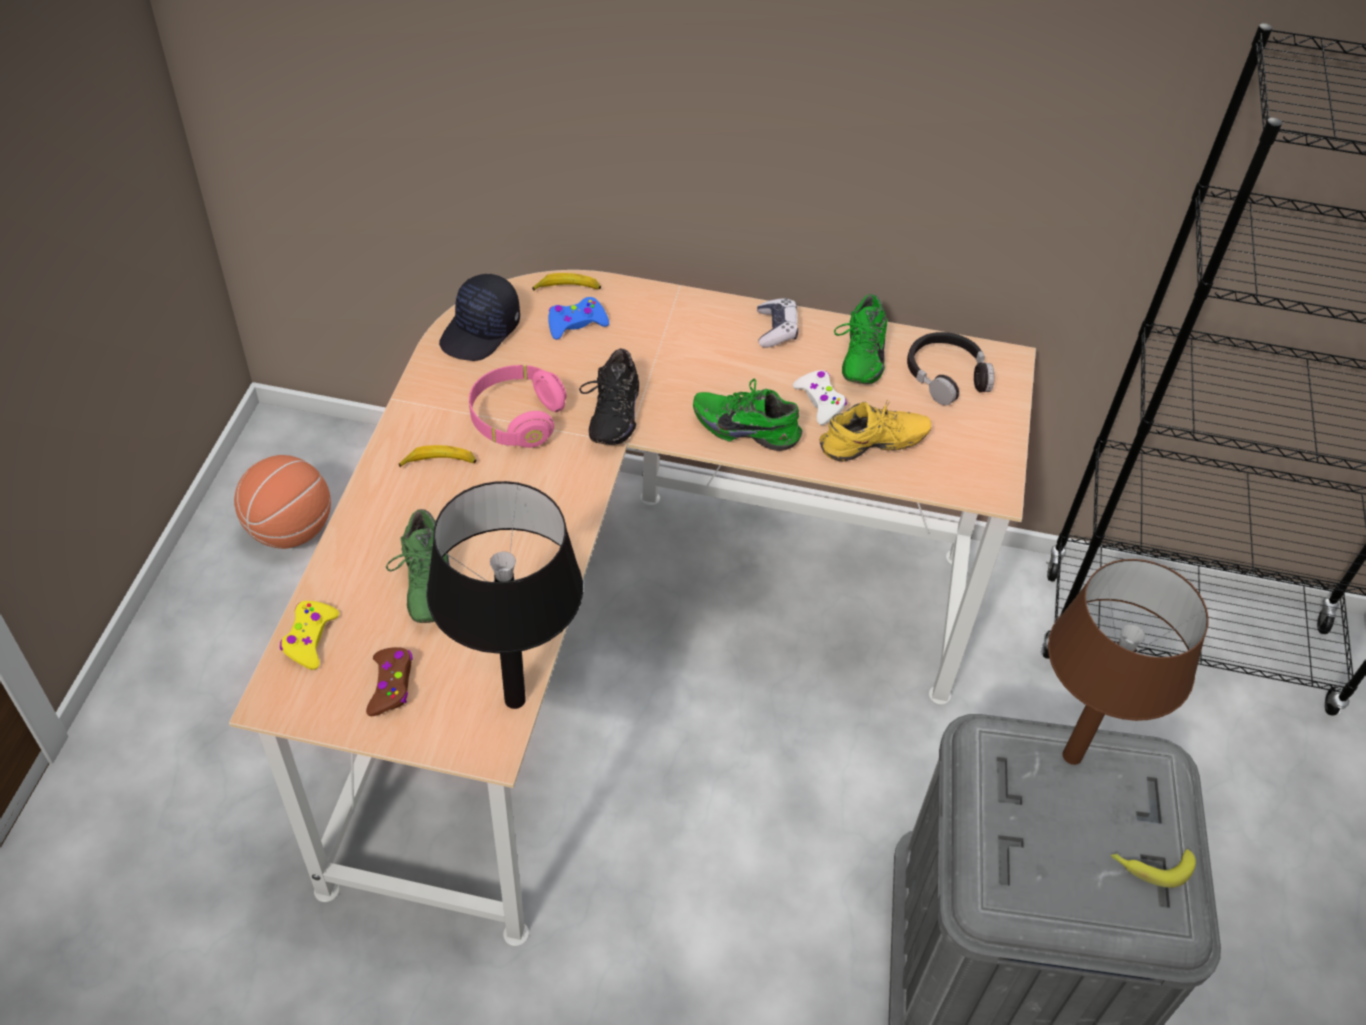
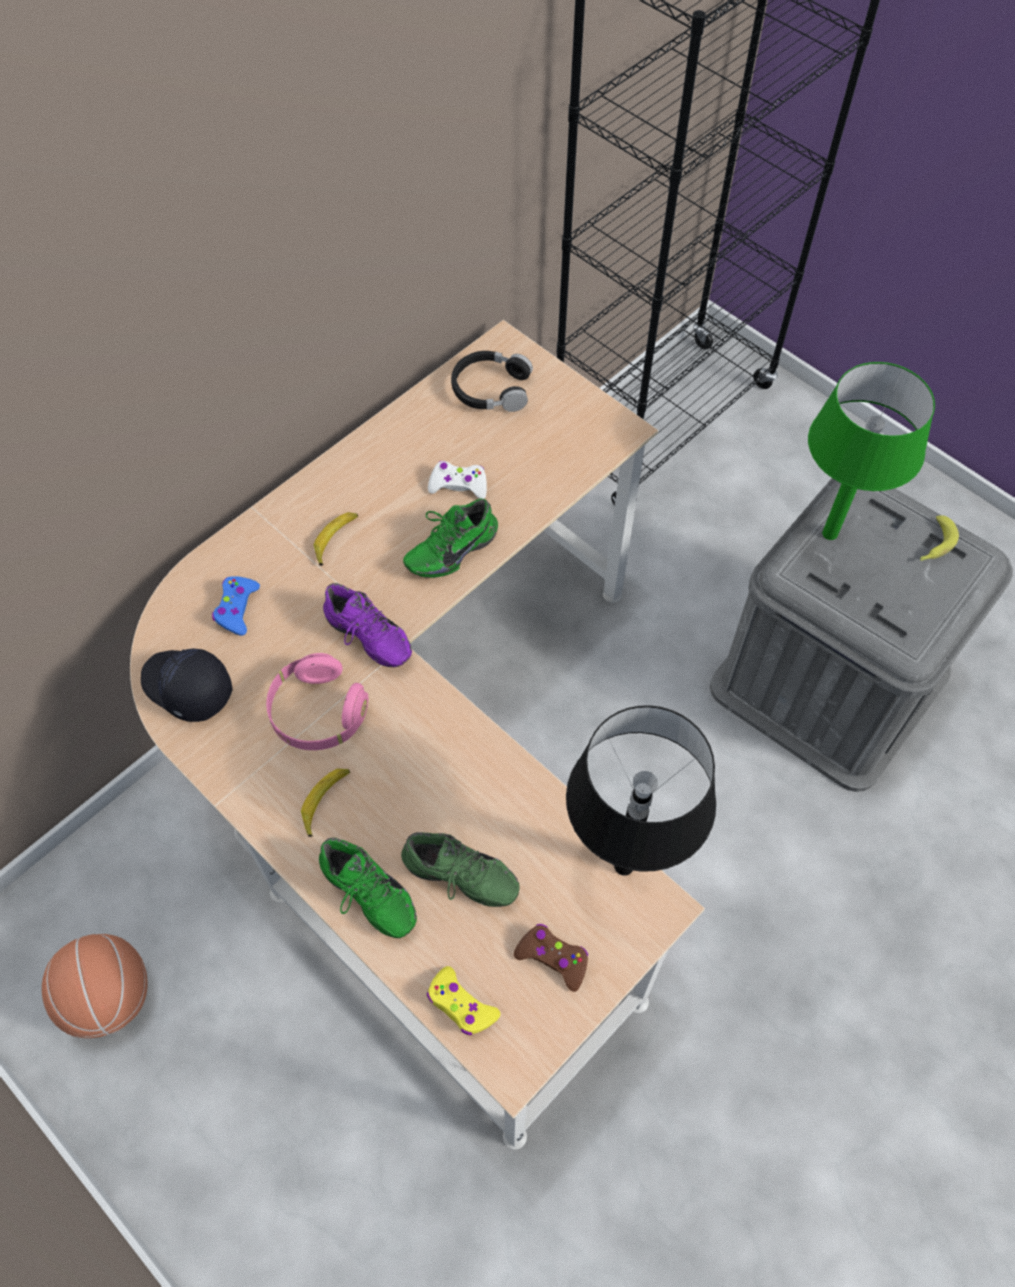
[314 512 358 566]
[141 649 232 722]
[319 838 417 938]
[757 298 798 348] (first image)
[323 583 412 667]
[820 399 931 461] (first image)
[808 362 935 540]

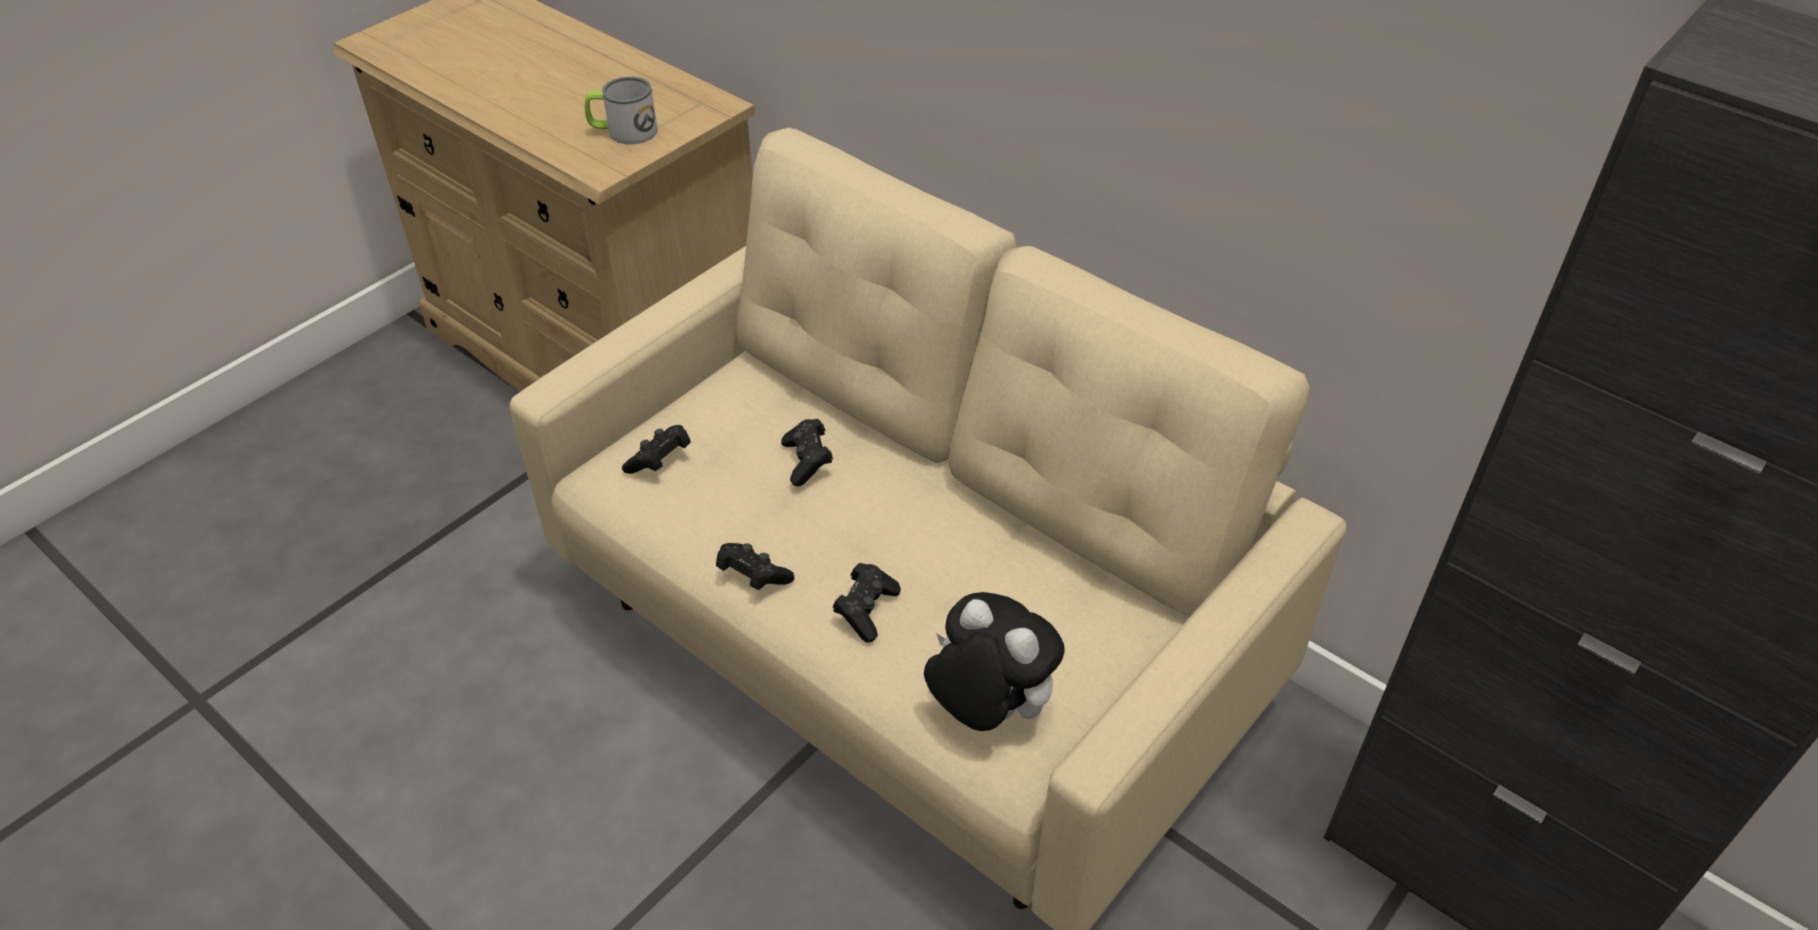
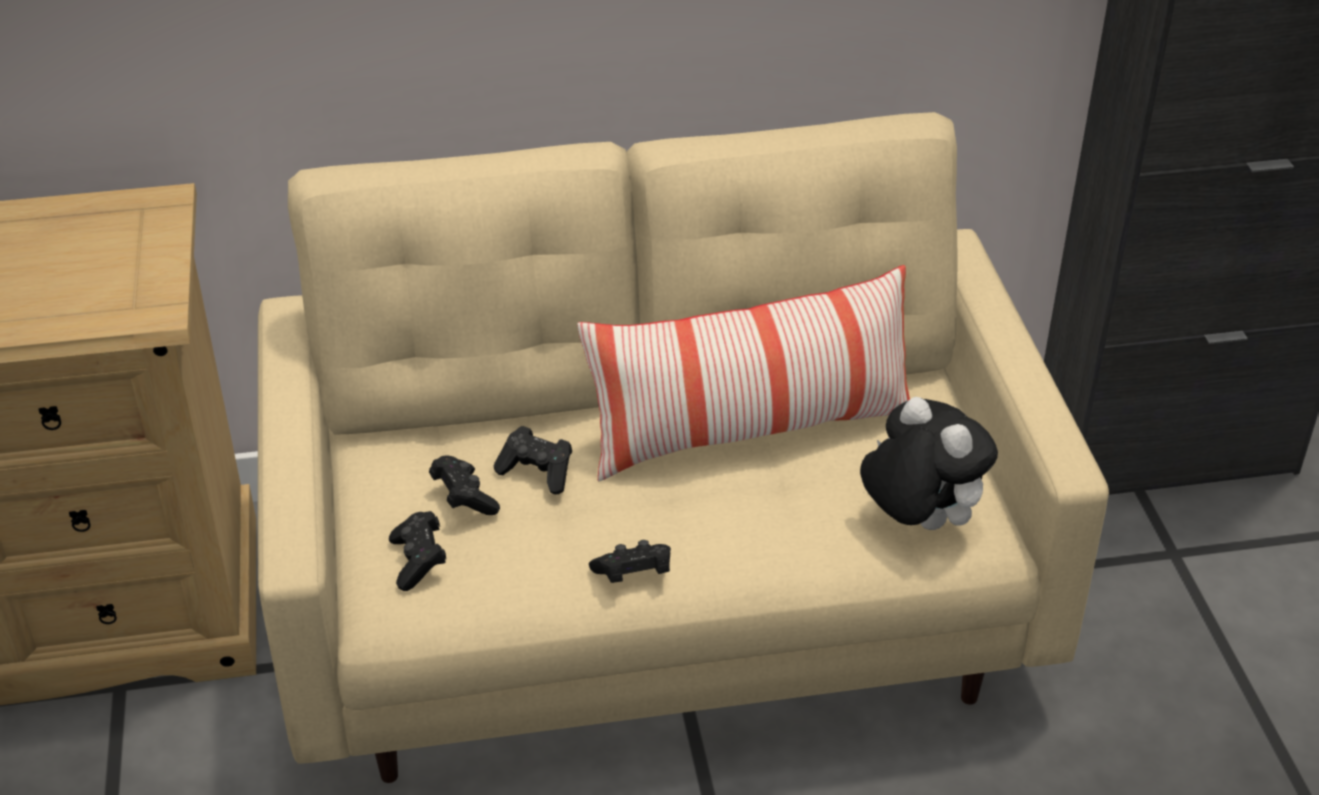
[585 76 658 144] (first image)
[429 455 500 515]
[860 397 998 530]
[577 265 910 481]

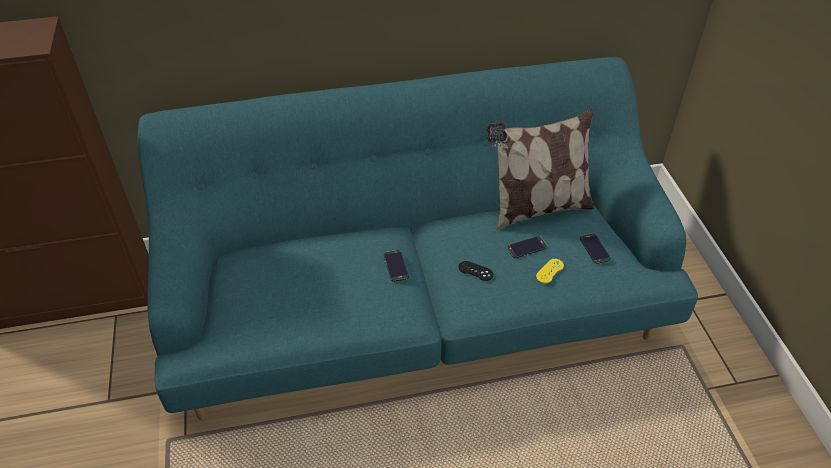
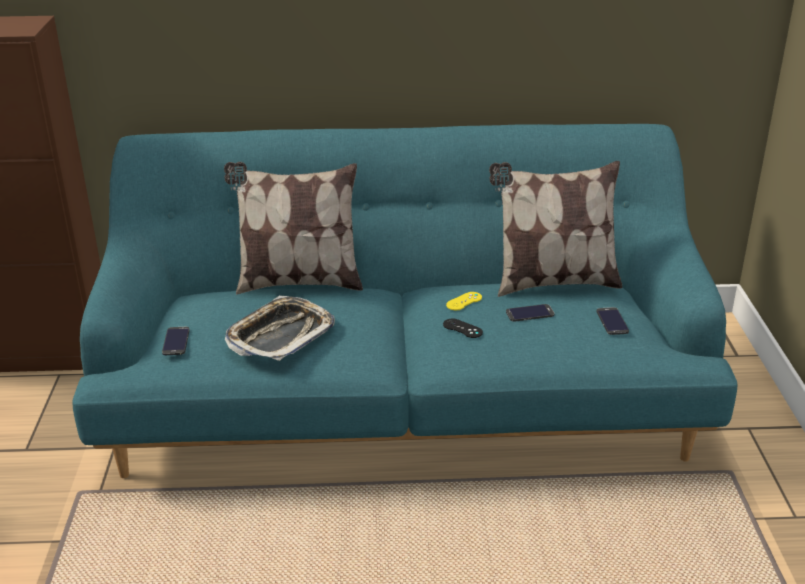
[162 327 190 355]
[446 292 482 310]
[224 162 363 295]
[225 296 335 361]

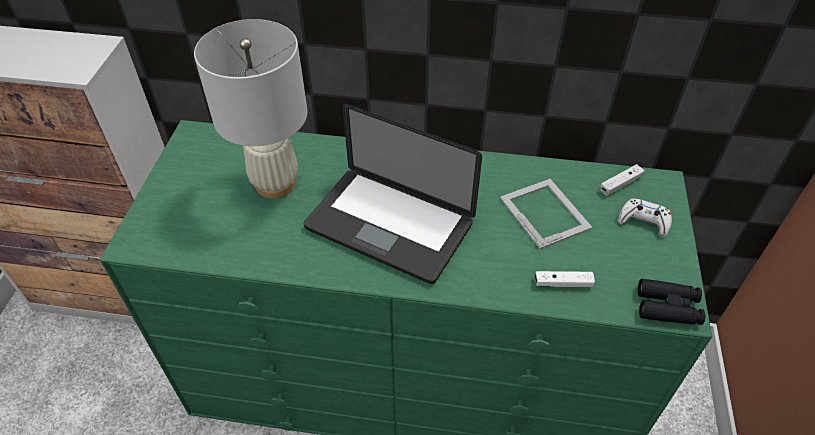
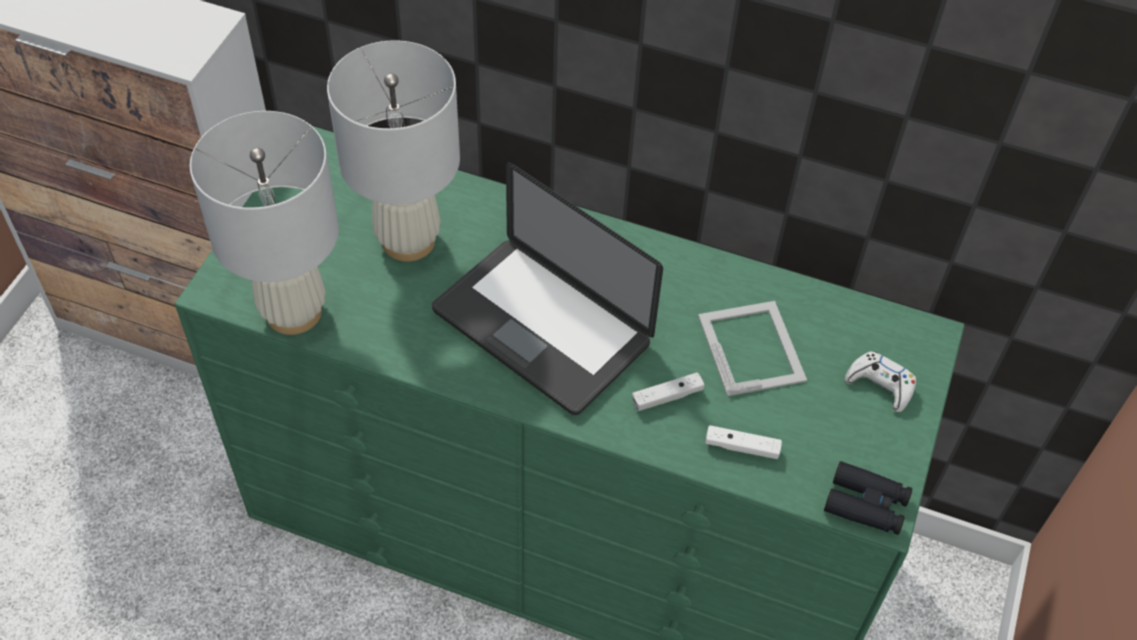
[632 372 704 411]
[190 111 339 335]

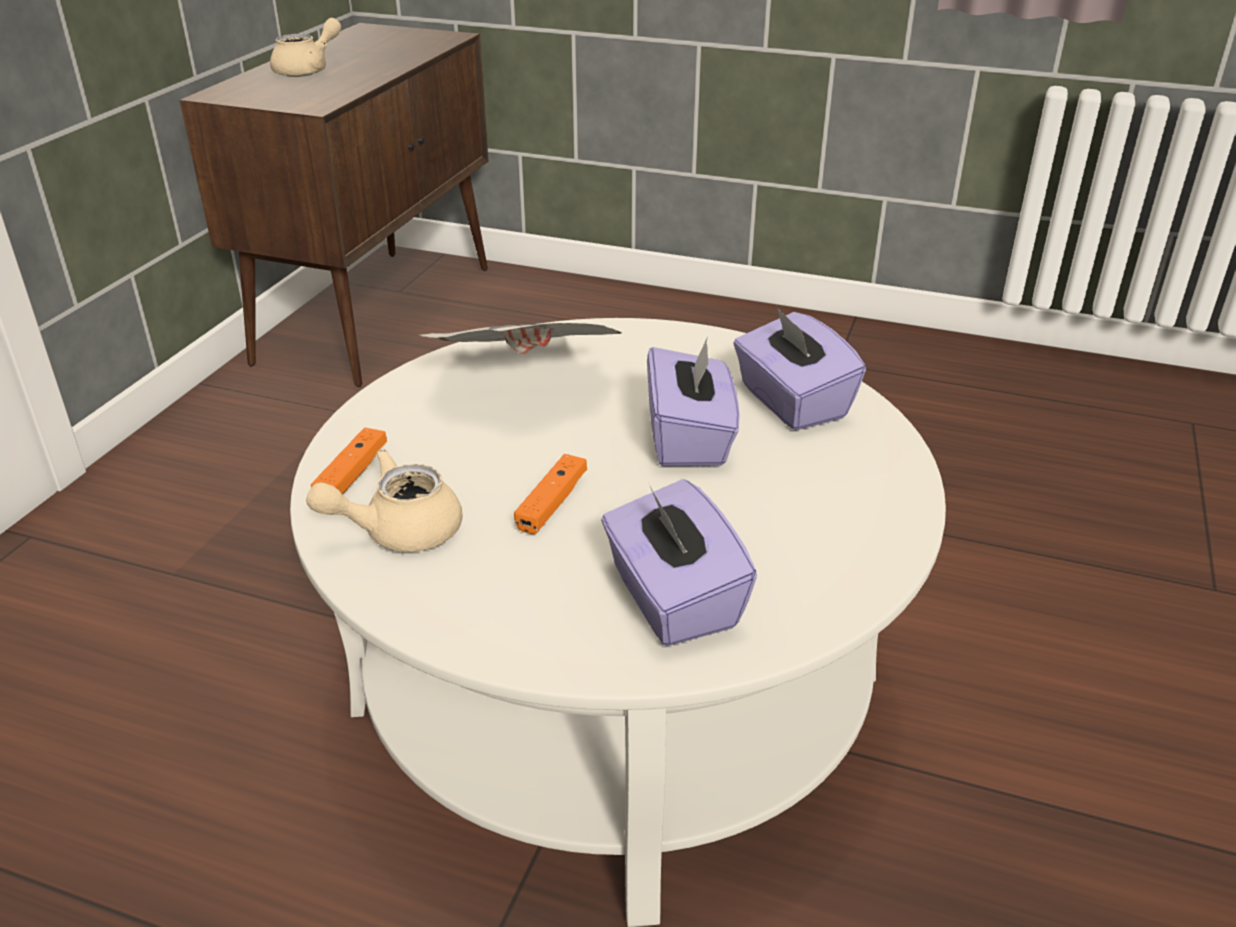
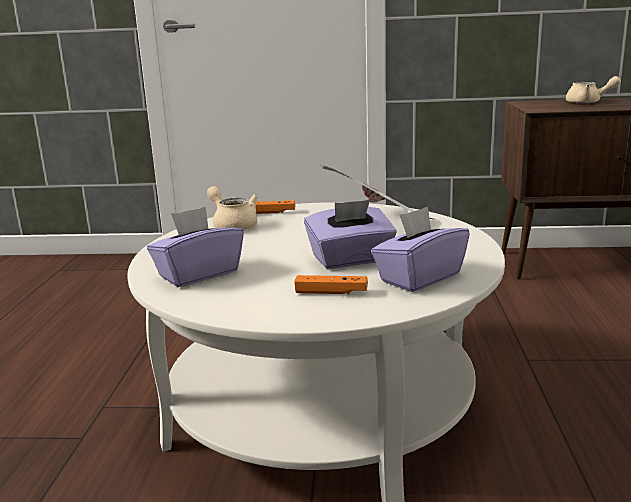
[294 275 368 294]

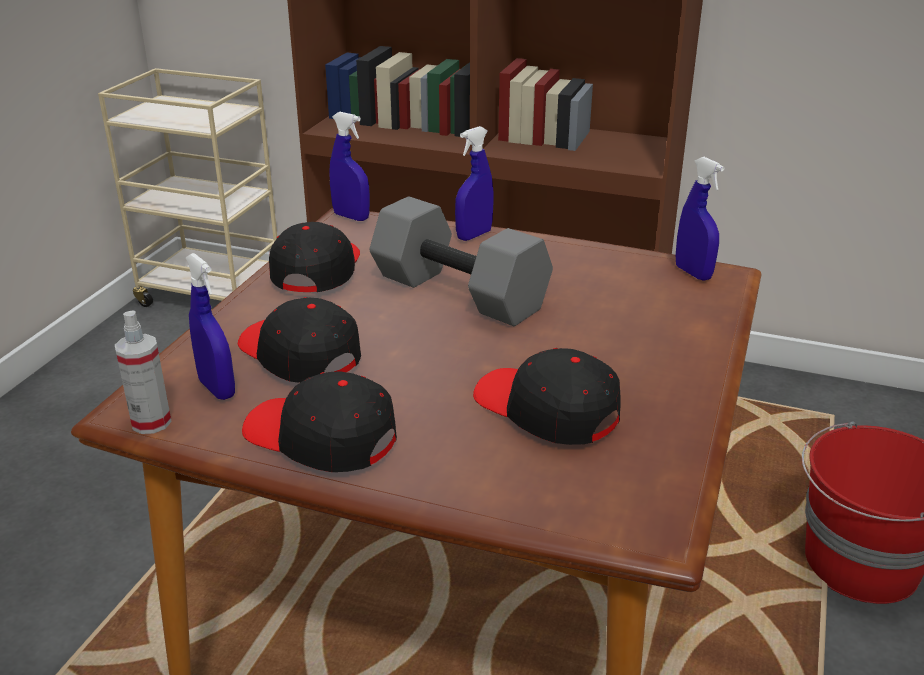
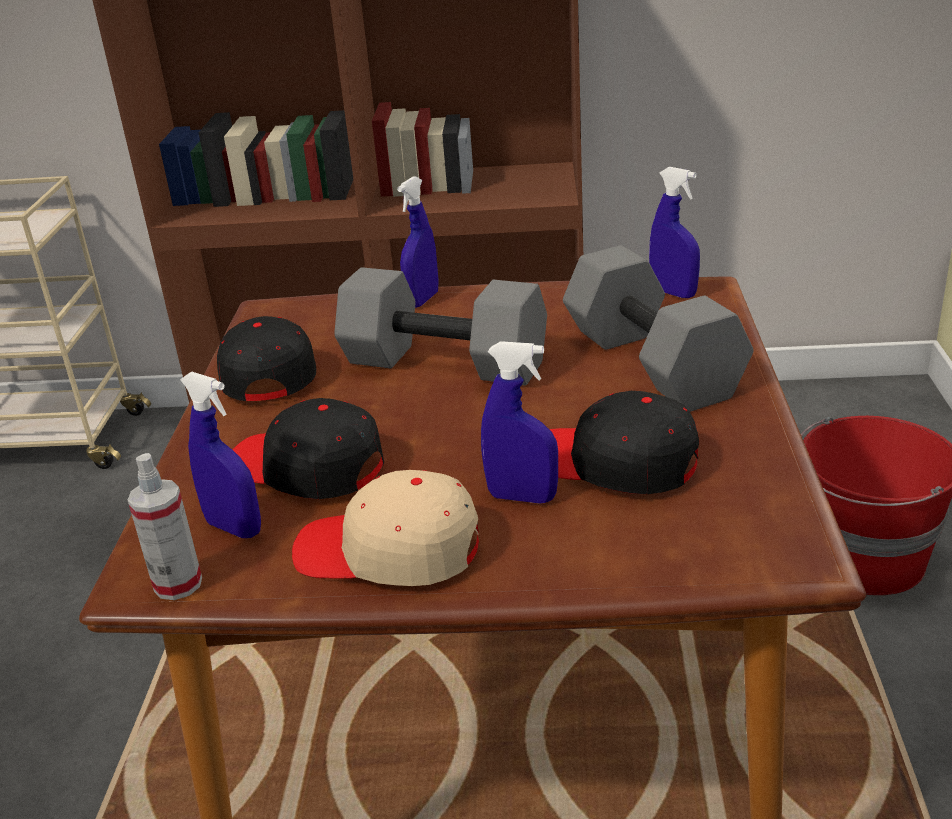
[481 341 558 504]
[292 470 479 586]
[563 245 753 412]

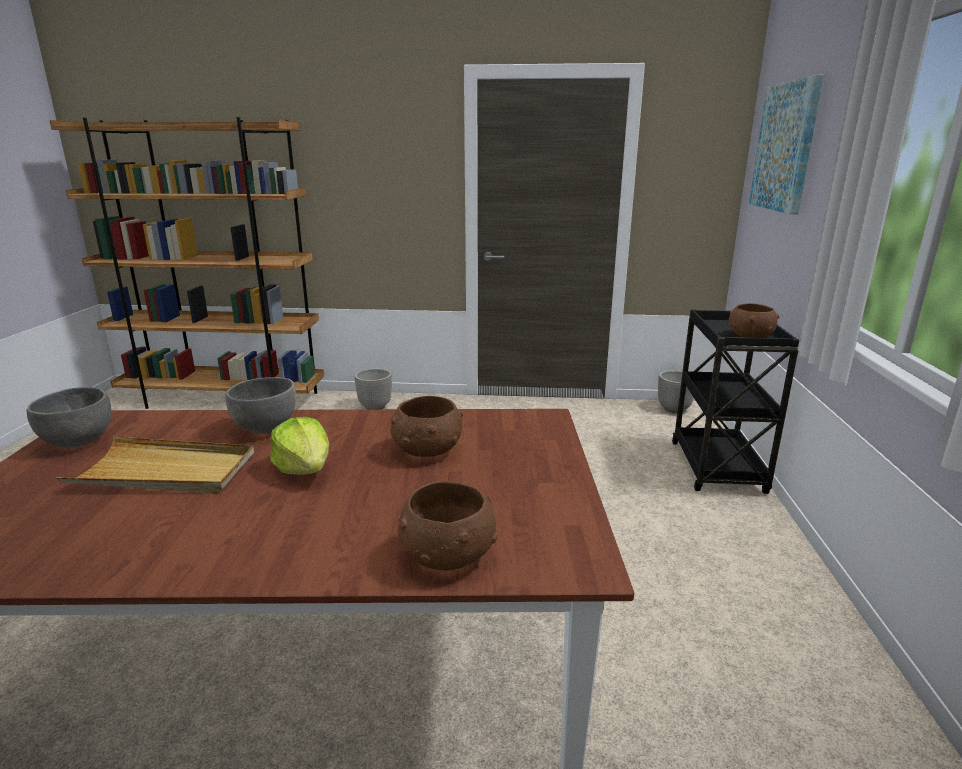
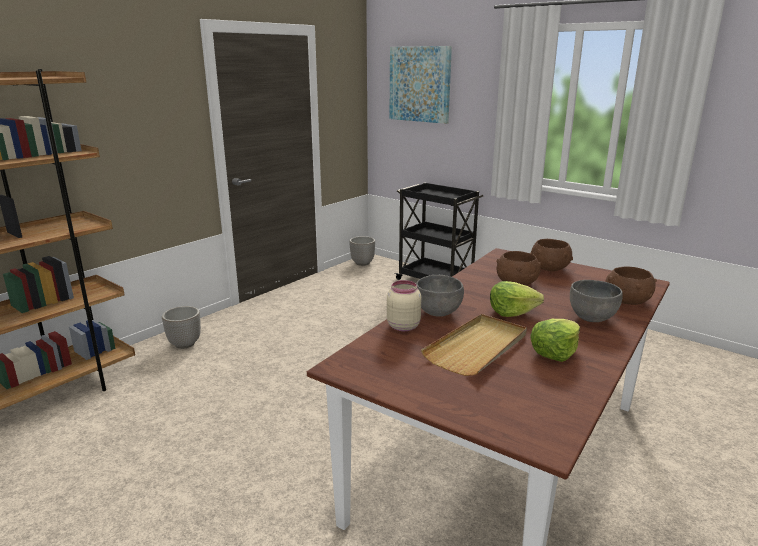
[530 239 573 271]
[570 280 623 322]
[387 280 421 331]
[530 319 580 362]

